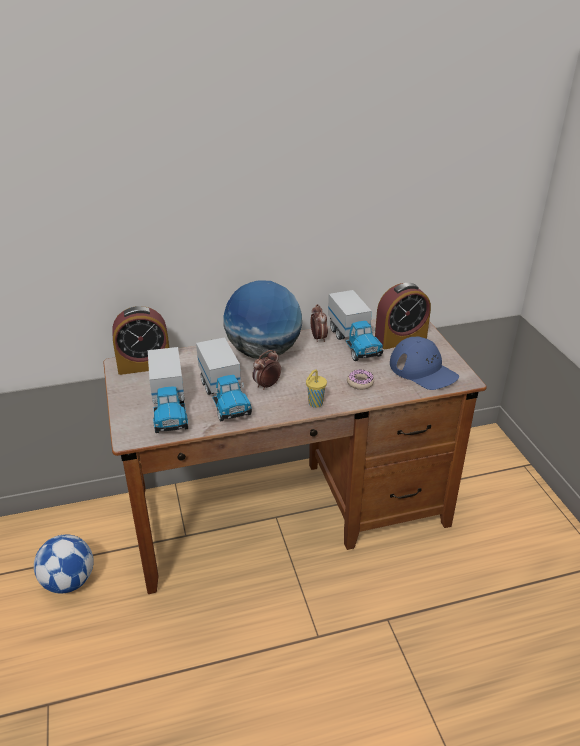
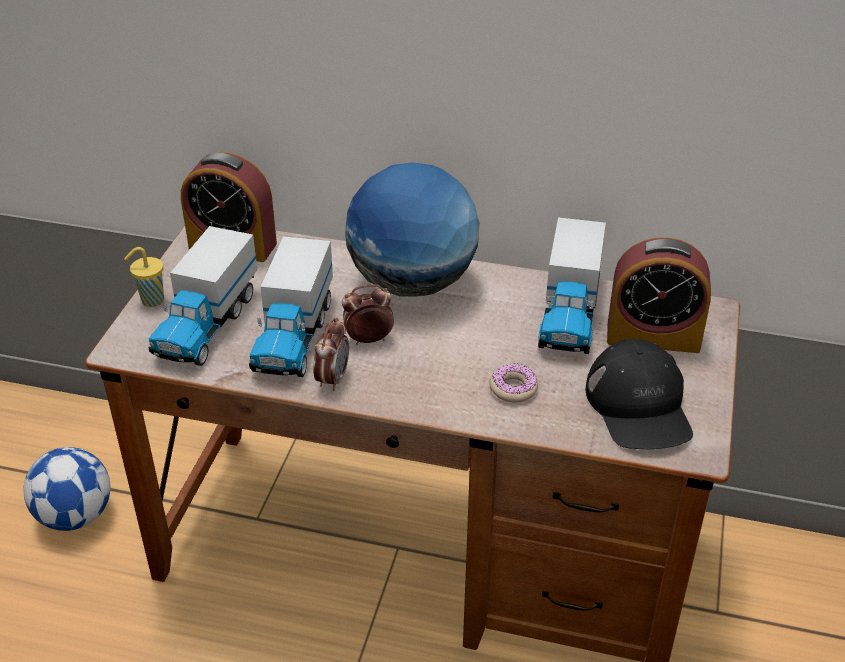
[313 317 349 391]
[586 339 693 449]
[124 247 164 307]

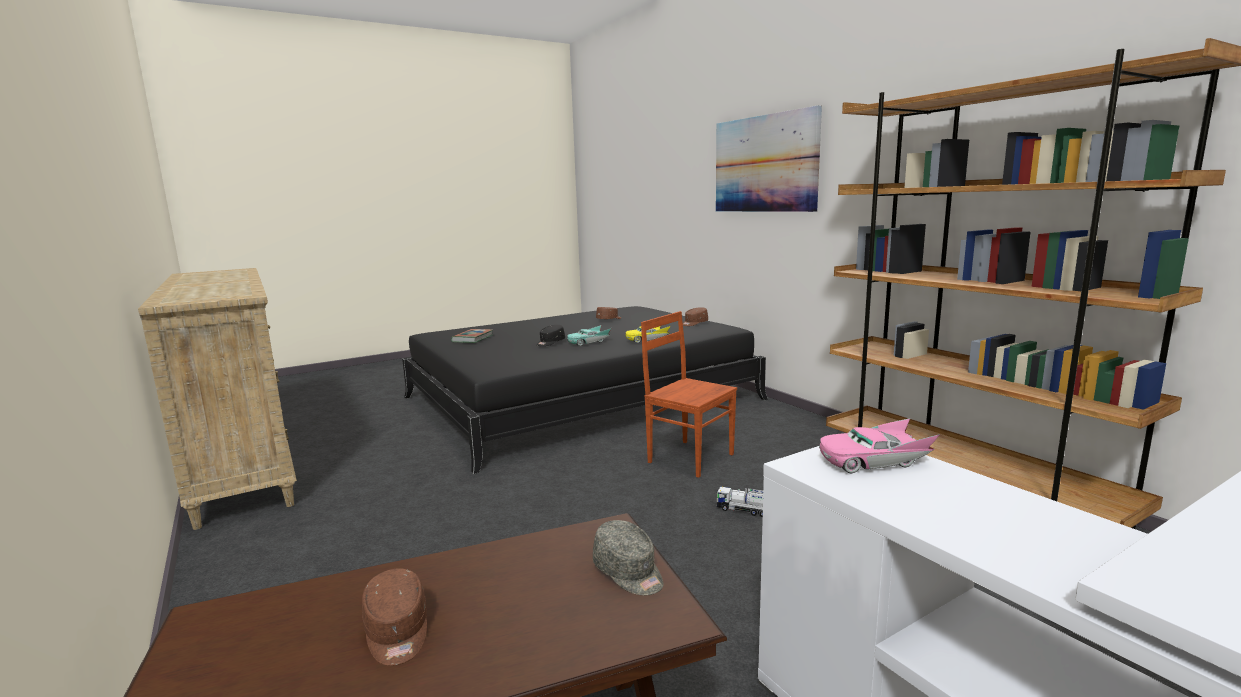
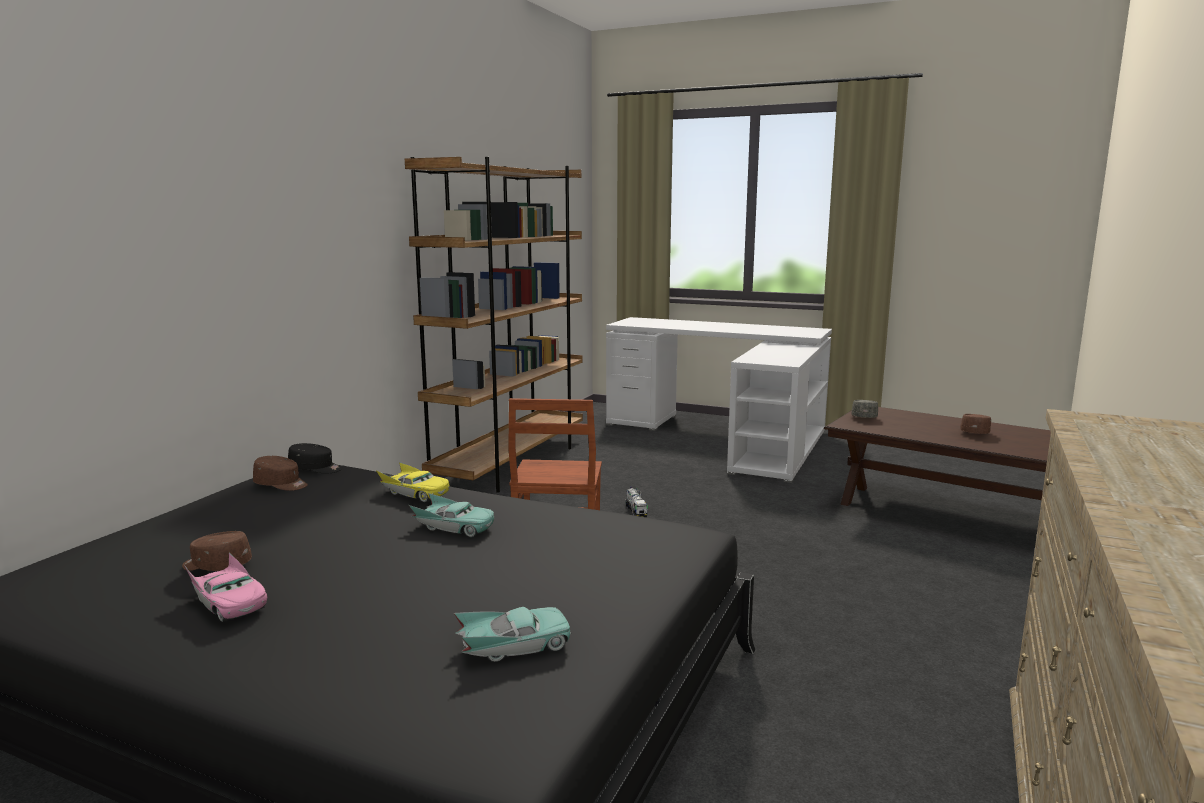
[716 106 822 212] (first image)
[288 443 342 474]
[454 607 571 662]
[184 553 267 622]

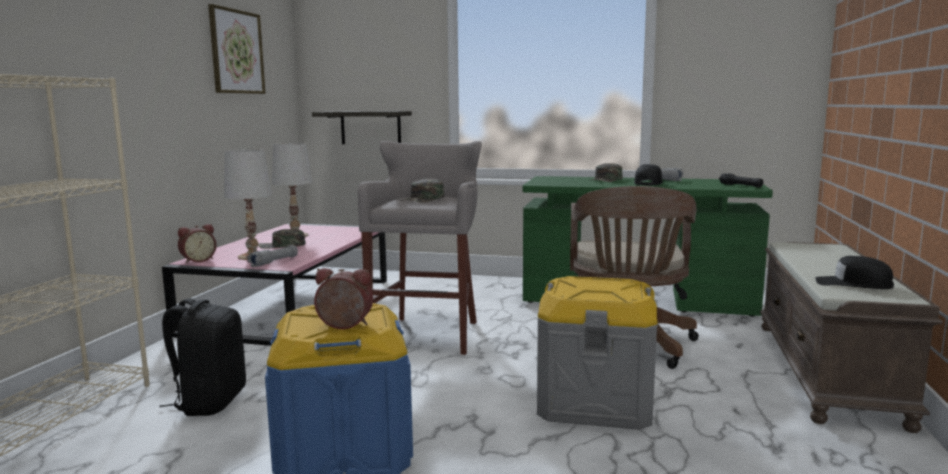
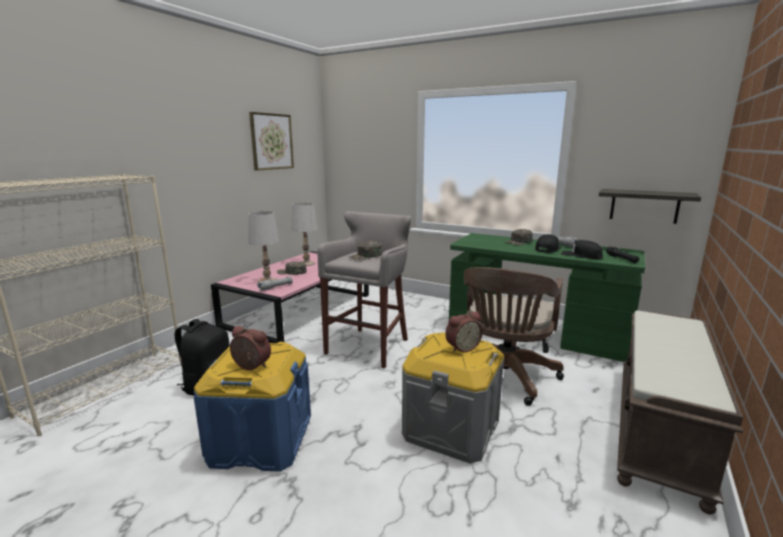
[599 189 701 224]
[445 312 483 353]
[561 240 603 259]

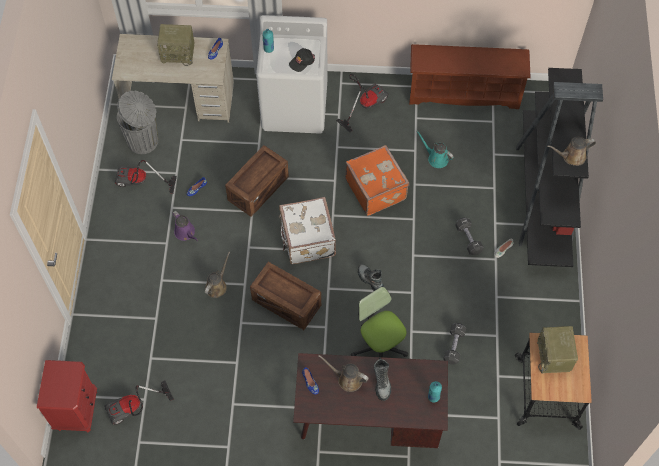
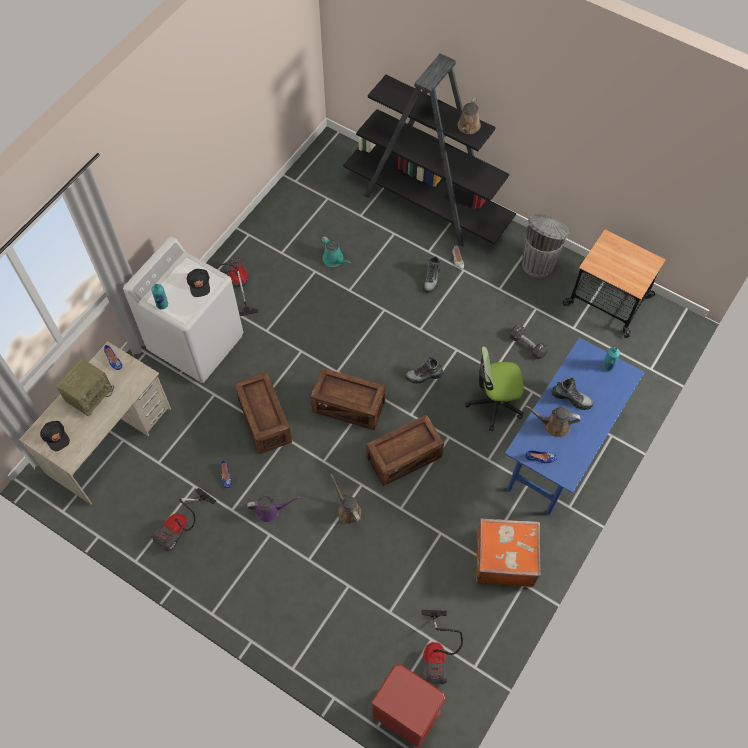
[409 44 531 109] (first image)
[522 214 569 278]
[321 236 351 267]
[476 518 541 587]
[311 368 385 431]
[423 256 441 293]
[537 326 578 374] (first image)
[505 337 644 515]
[525 406 581 437]
[40 421 70 451]

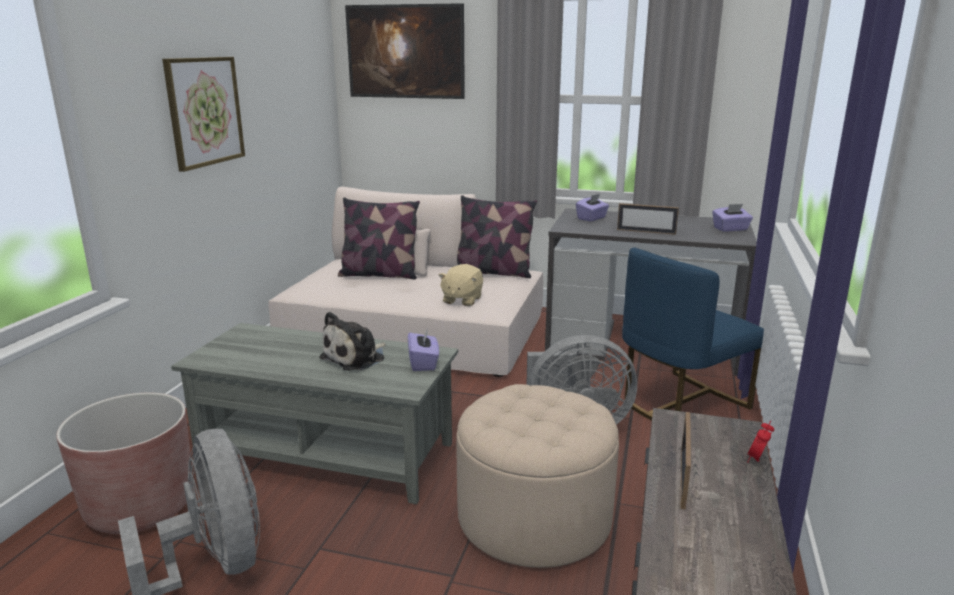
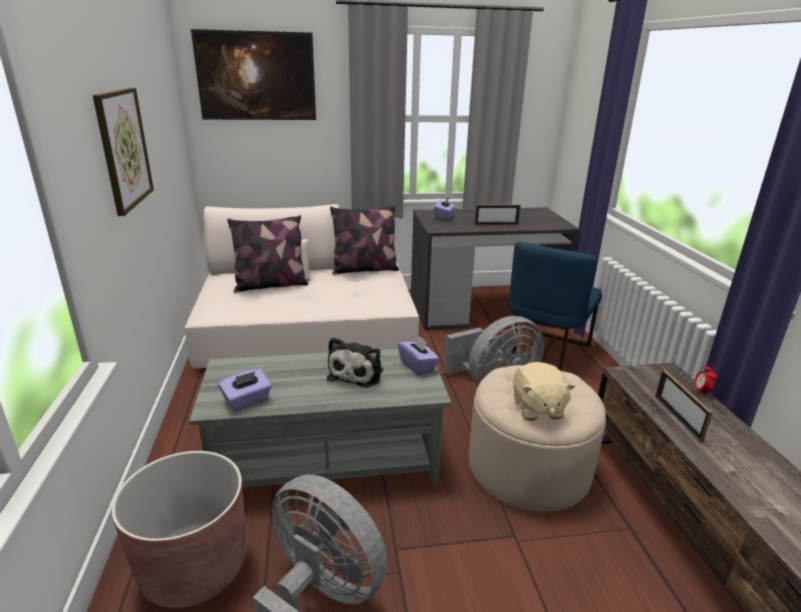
[218 369 272 411]
[513 362 575 421]

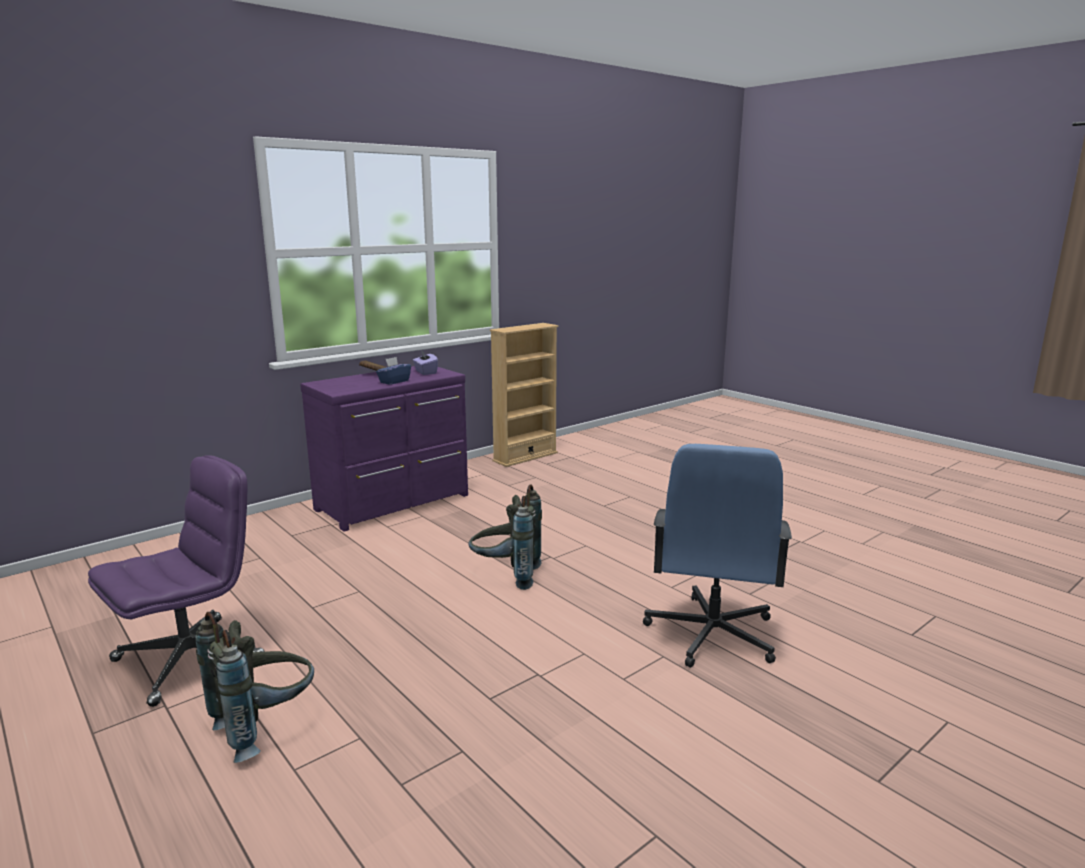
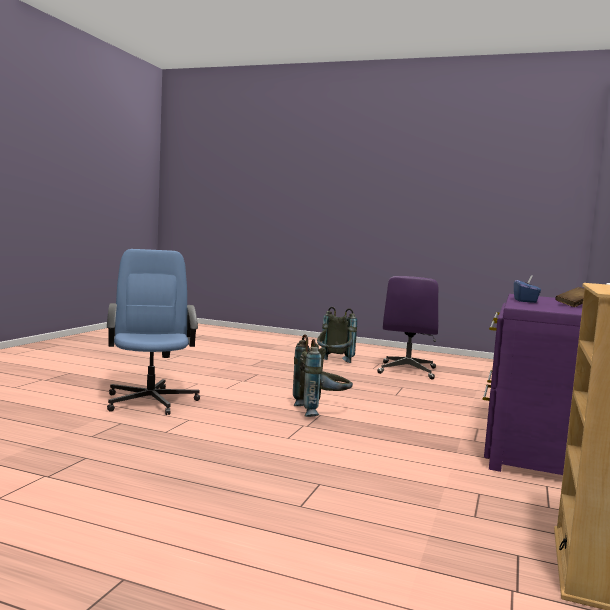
[413 349 438 375] (first image)

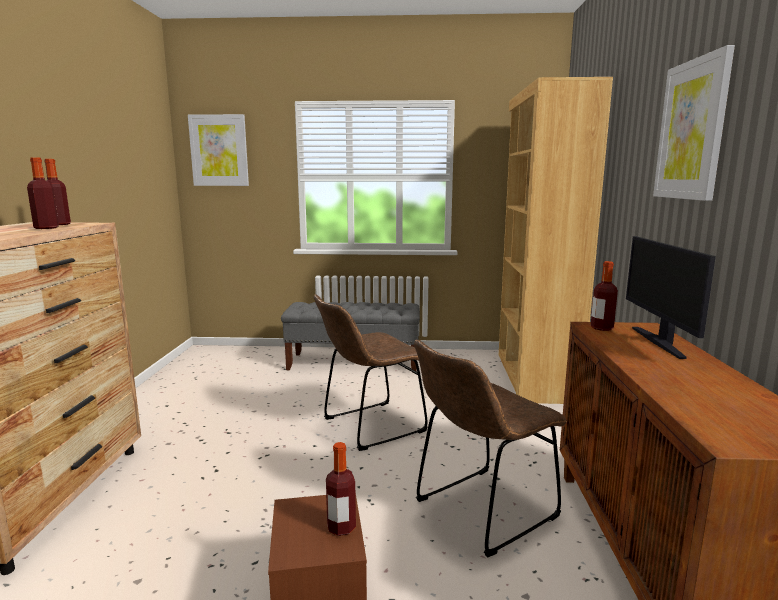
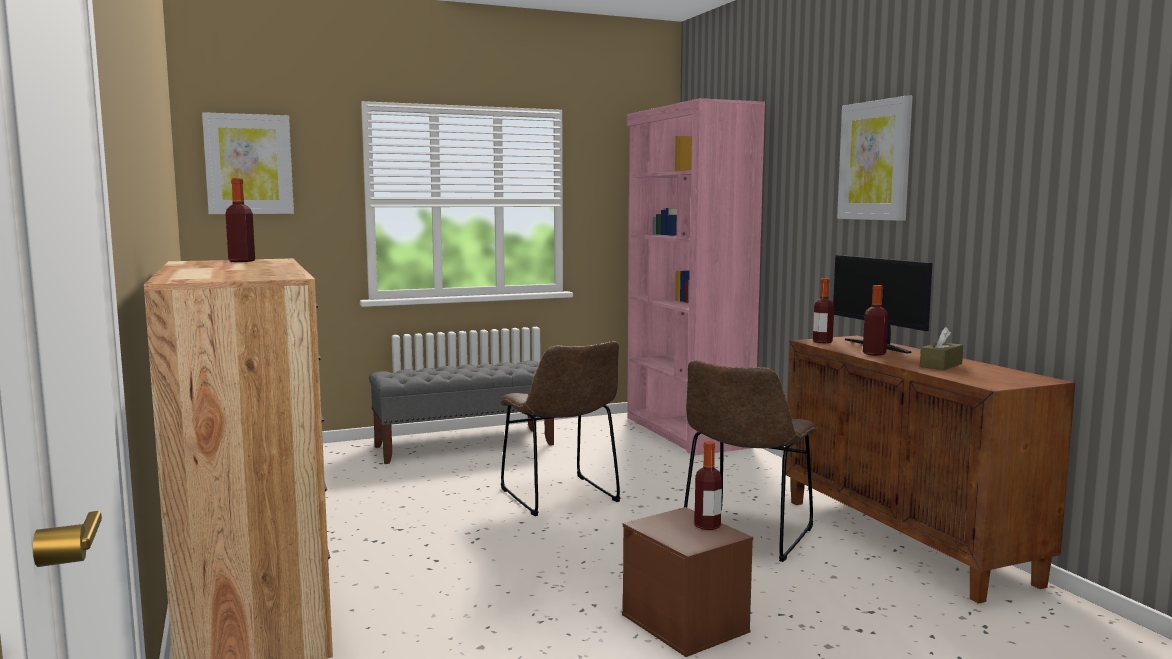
[627 98 765 456]
[863 285 888 356]
[500 341 620 516]
[920 327 963 370]

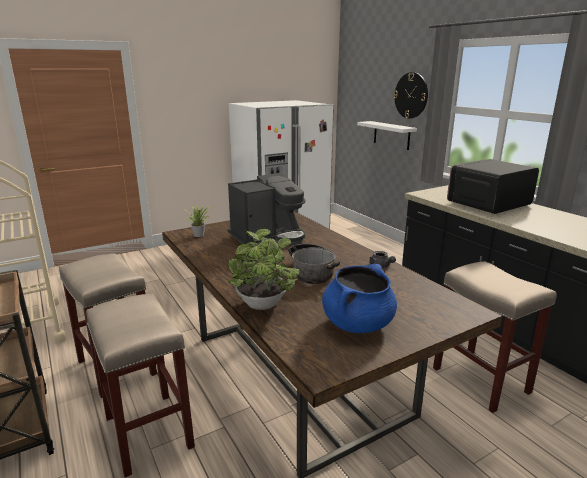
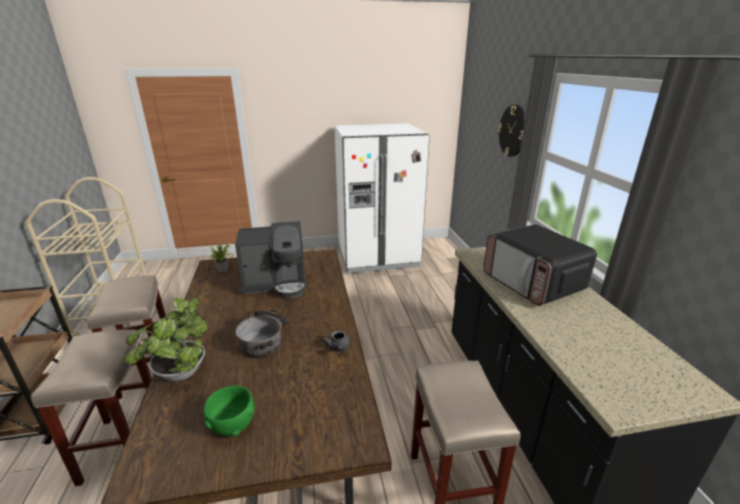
[357 121 417 150] (first image)
[483 224 597 306]
[203 385 254 437]

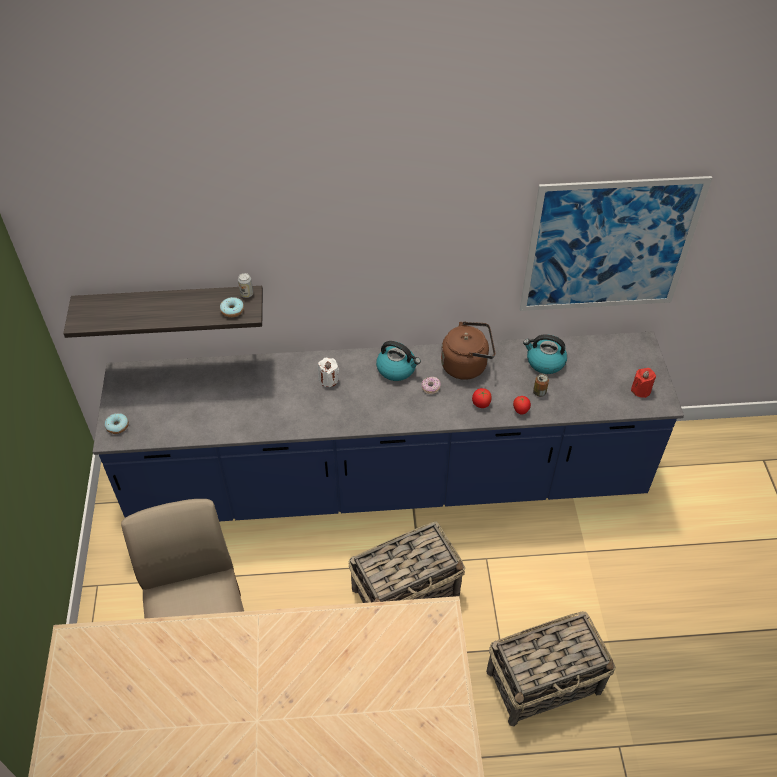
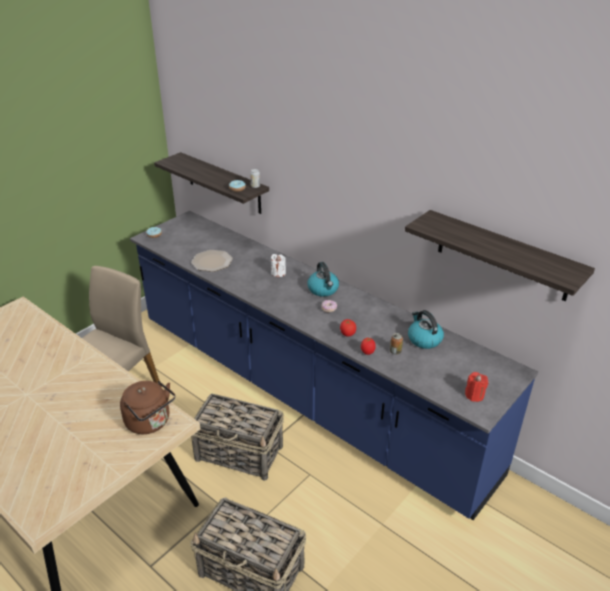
[405 210 595 301]
[120 380 175 434]
[191 250 233 272]

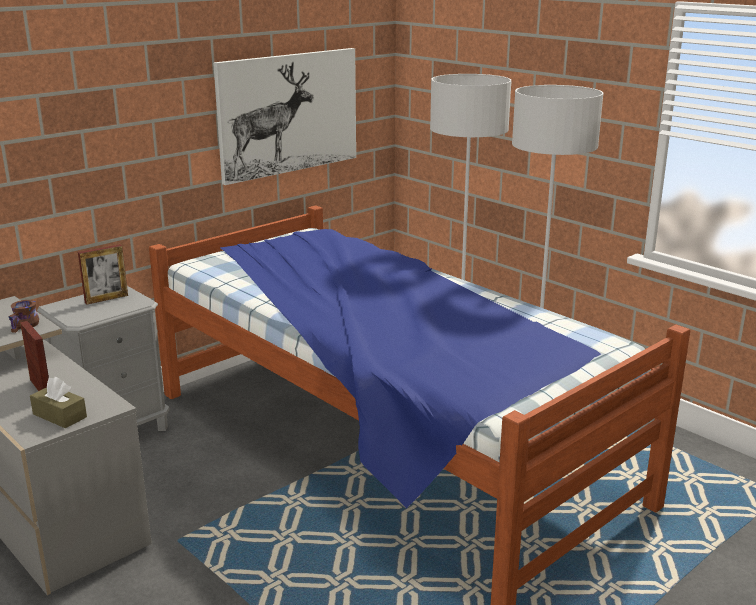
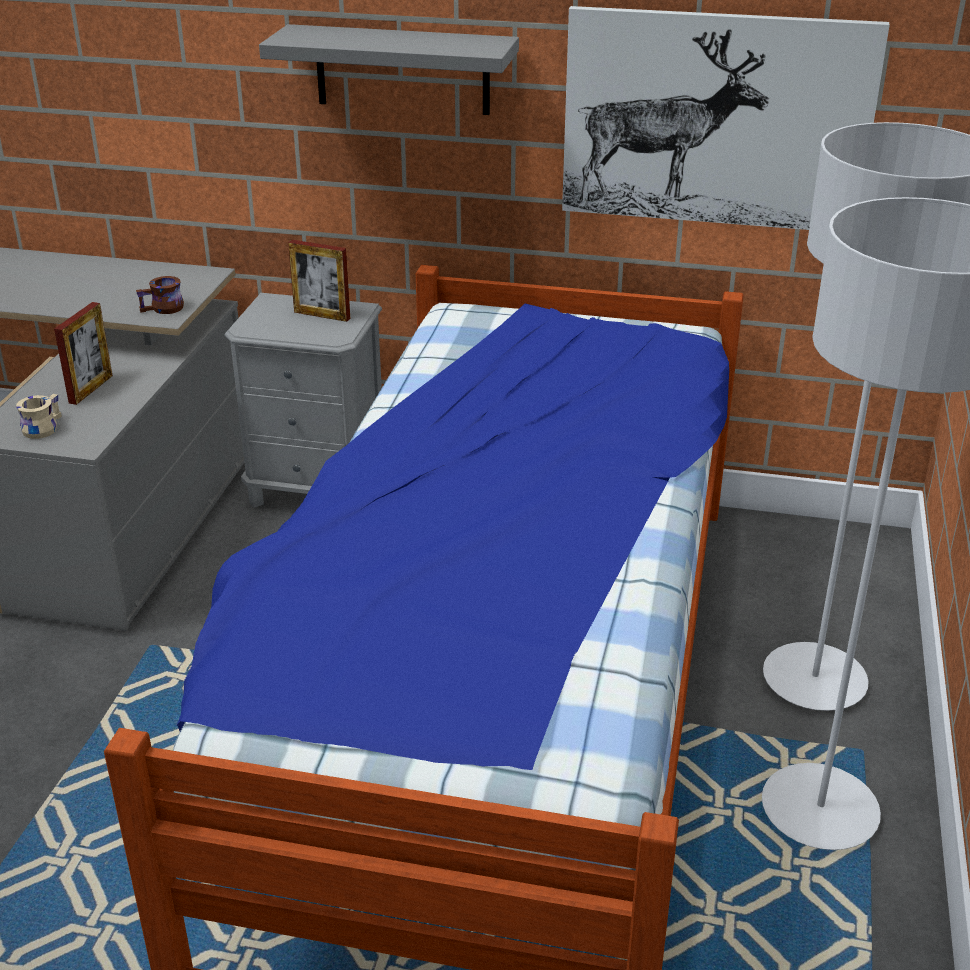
[16 394 62 439]
[259 24 519 115]

